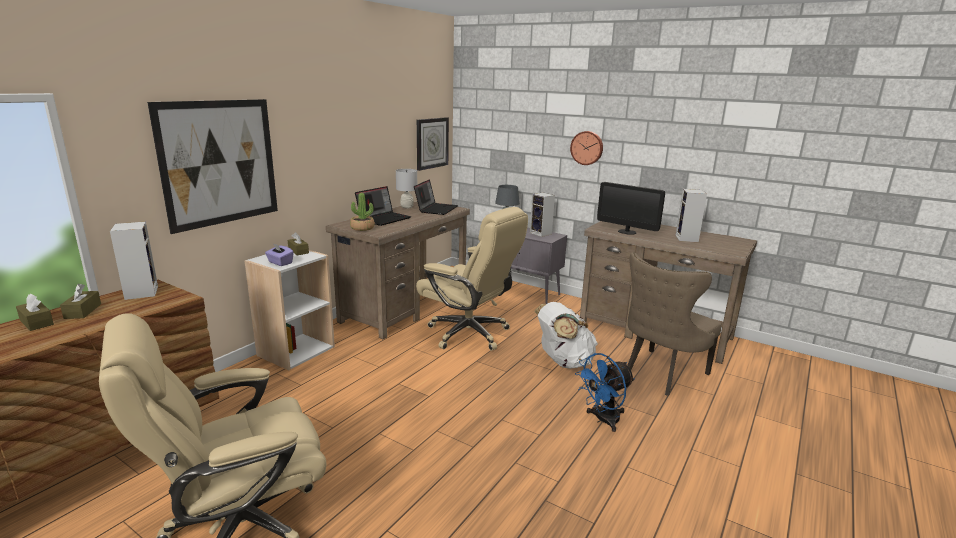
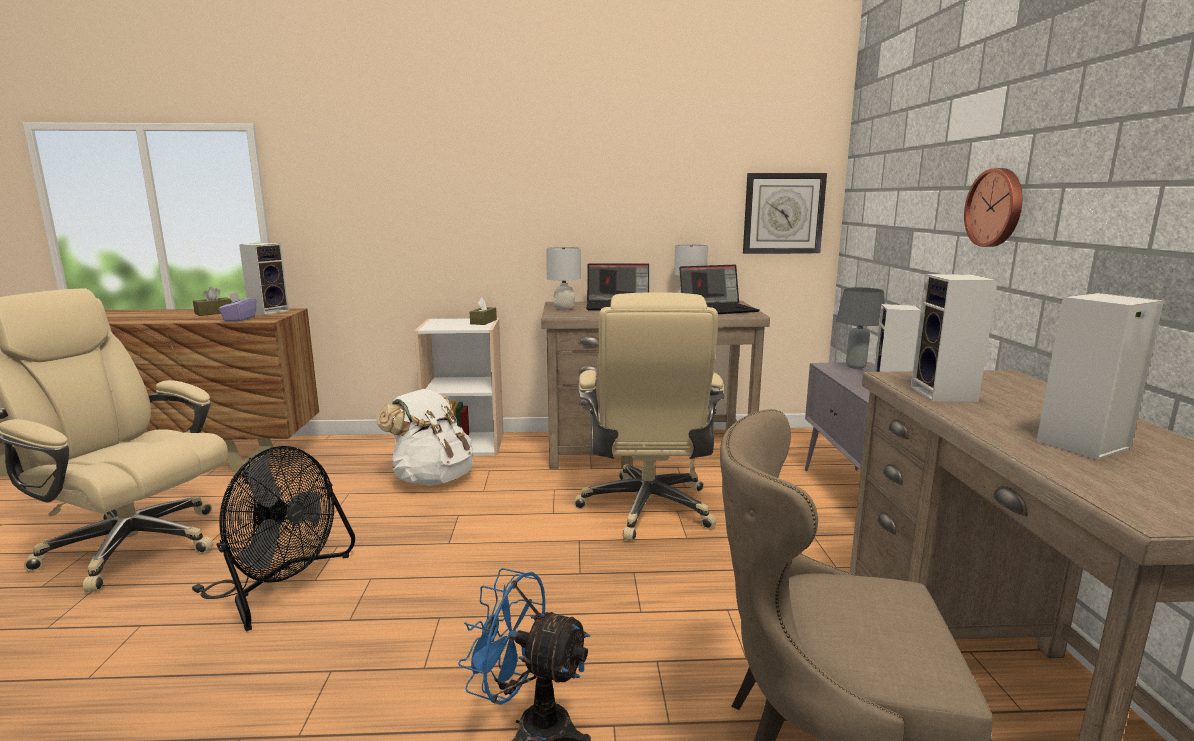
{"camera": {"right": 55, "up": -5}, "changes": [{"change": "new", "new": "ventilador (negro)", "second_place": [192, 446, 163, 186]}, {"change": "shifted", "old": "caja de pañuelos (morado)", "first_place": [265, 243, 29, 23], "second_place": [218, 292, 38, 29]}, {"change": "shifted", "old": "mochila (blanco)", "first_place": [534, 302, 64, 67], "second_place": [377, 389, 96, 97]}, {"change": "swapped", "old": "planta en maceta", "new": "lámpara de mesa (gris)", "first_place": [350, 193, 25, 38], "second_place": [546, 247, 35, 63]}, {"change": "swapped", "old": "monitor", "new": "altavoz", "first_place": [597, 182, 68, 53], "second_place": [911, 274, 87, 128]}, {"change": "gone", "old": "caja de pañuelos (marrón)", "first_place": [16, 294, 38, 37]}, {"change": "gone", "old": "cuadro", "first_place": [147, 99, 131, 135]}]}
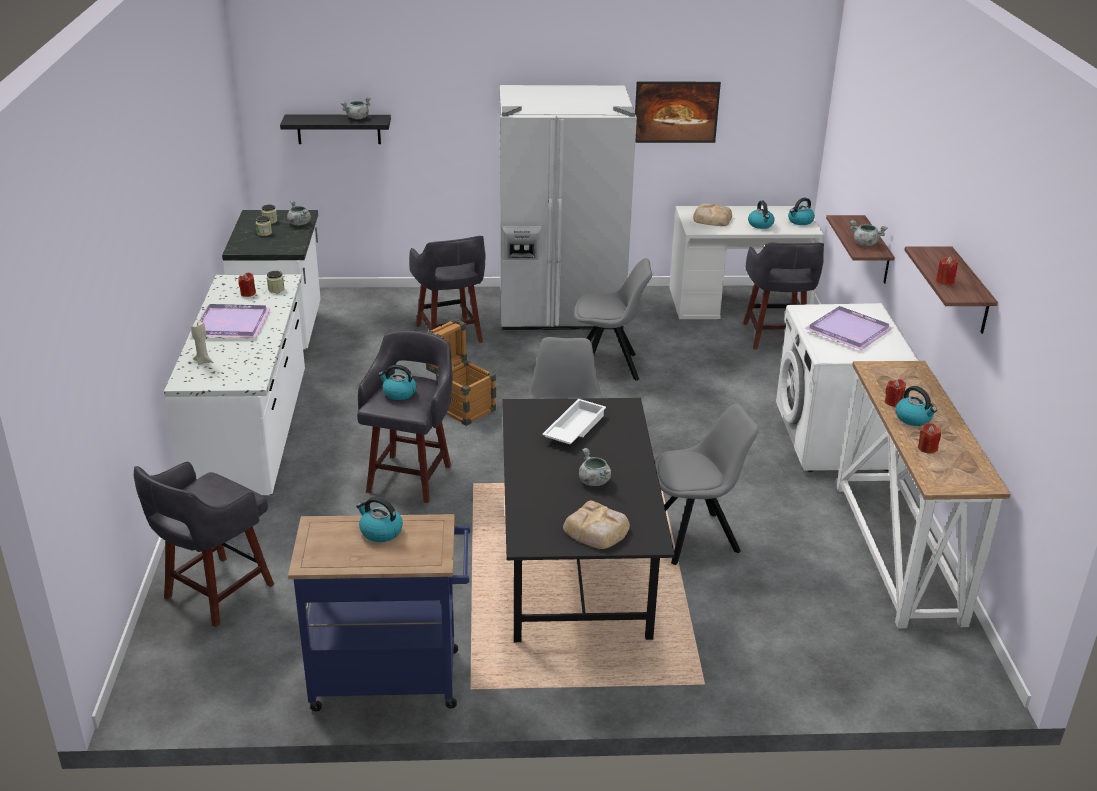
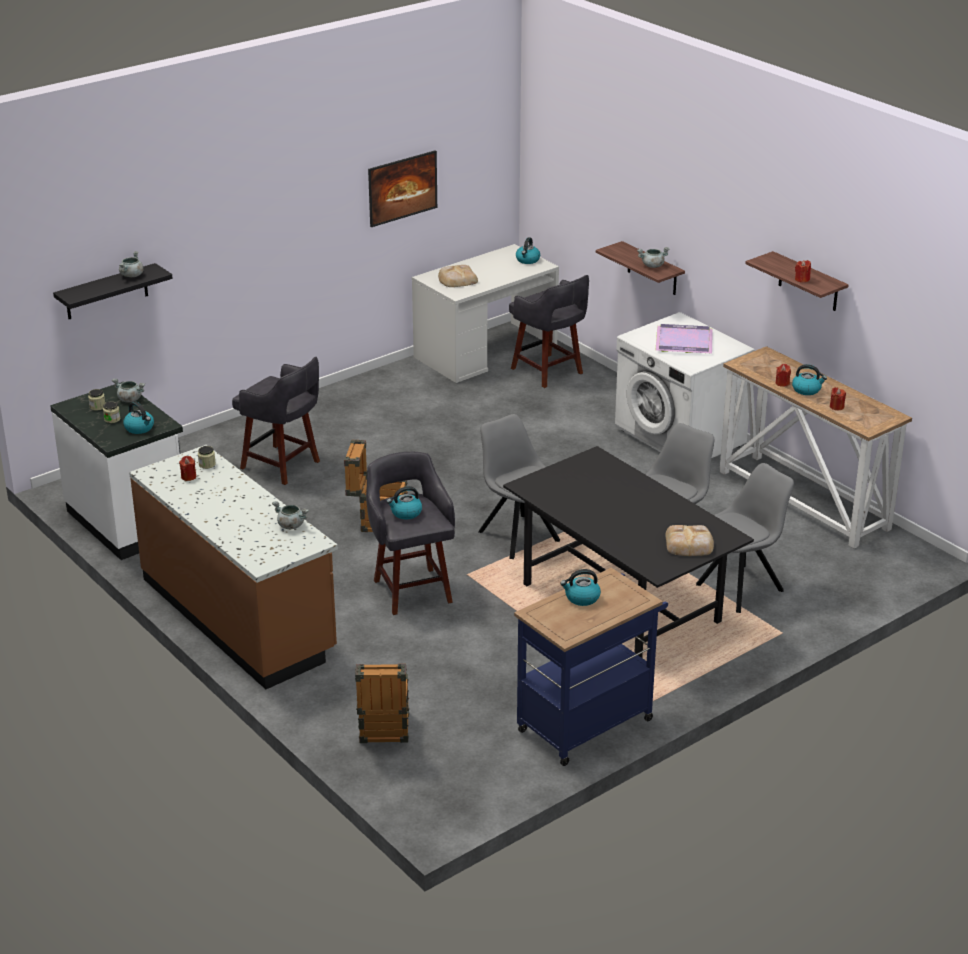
{"camera": {"right": -35, "up": 0}, "changes": [{"change": "shifted", "old": "hervidor", "first_place": [748, 201, 27, 28], "second_place": [123, 402, 31, 32]}, {"change": "repainted", "old": "mueble bajo de cocina (blanco)", "new": "mueble bajo de cocina (marrón)", "first_place": [164, 275, 141, 221], "second_place": [129, 445, 209, 244]}, {"change": "shifted", "old": "olla (gris)", "first_place": [579, 448, 33, 38], "second_place": [272, 501, 37, 28]}, {"change": "swapped", "old": "taburete (gris)", "new": "caja de embalaje", "first_place": [134, 462, 140, 165], "second_place": [355, 664, 54, 79]}, {"change": "shifted", "old": "silla (gris)", "first_place": [574, 258, 78, 123], "second_place": [696, 463, 98, 150]}, {"change": "gone", "old": "bandeja (morado)", "first_place": [190, 304, 81, 35]}, {"change": "gone", "old": "vela (beis)", "first_place": [191, 321, 21, 44]}, {"change": "gone", "old": "nevera (blanco)", "first_place": [499, 85, 138, 246]}, {"change": "gone", "old": "bandeja (blanco)", "first_place": [542, 399, 64, 45]}]}
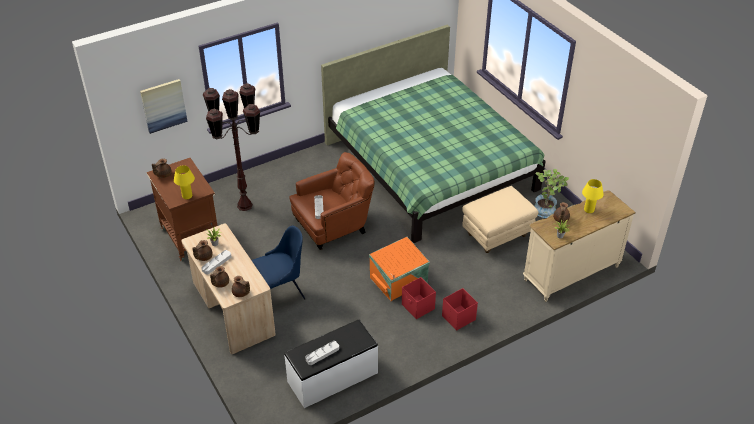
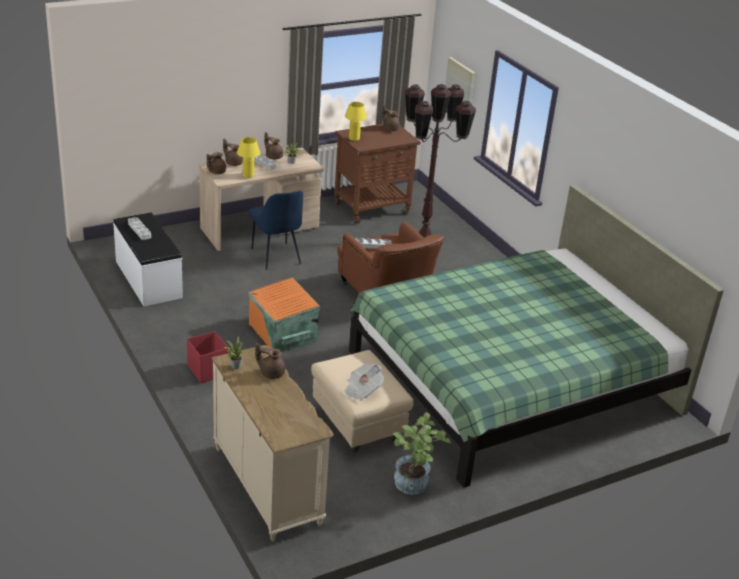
{"camera": {"right": 90, "up": -10}, "changes": [{"change": "shifted", "old": "lámpara de mesa (amarillo)", "first_place": [582, 179, 22, 34], "second_place": [237, 137, 23, 41]}, {"change": "new", "new": "periódico", "second_place": [342, 363, 42, 38]}, {"change": "gone", "old": "caja de almacenaje (rojo)", "first_place": [402, 277, 34, 42]}]}
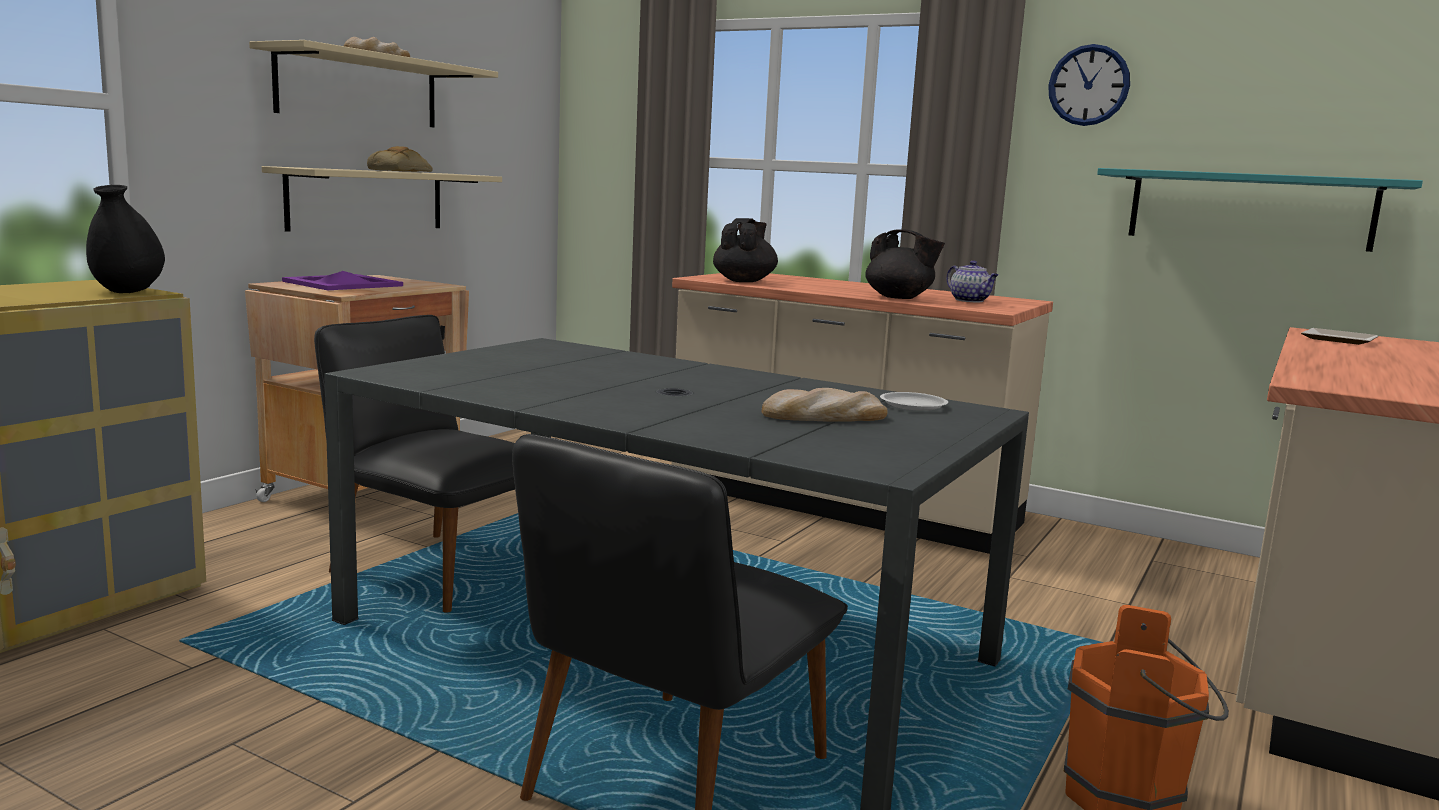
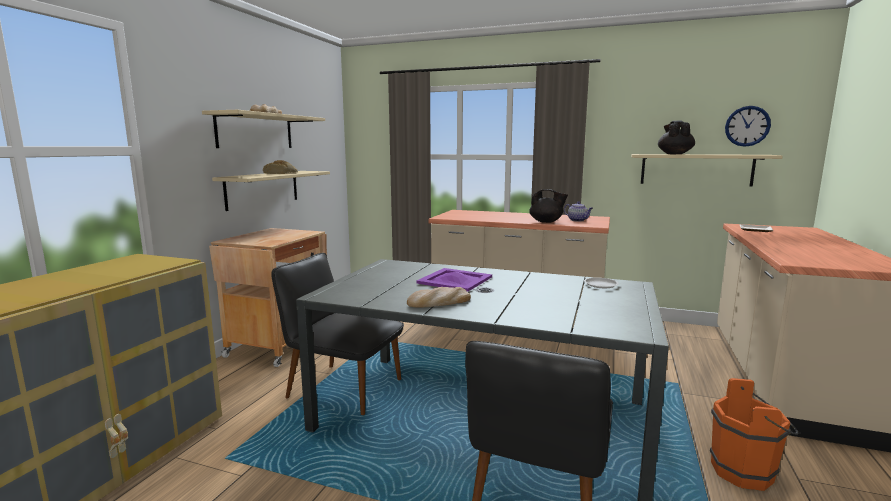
{"camera": {"right": -10, "up": 0}, "changes": [{"change": "shifted", "old": "pan", "first_place": [762, 388, 126, 34], "second_place": [407, 287, 64, 21]}, {"change": "shifted", "old": "bandeja (morado)", "first_place": [282, 271, 121, 19], "second_place": [416, 268, 76, 24]}, {"change": "repainted", "old": "estante (turquesa)", "new": "estante (beis)", "first_place": [1097, 168, 326, 84], "second_place": [631, 154, 152, 32]}, {"change": "shifted", "old": "tetera (negro)", "first_place": [713, 218, 65, 64], "second_place": [658, 121, 37, 33]}, {"change": "shifted", "old": "reloj de pared", "first_place": [1048, 44, 82, 82], "second_place": [725, 106, 46, 41]}, {"change": "gone", "old": "florero (negro)", "first_place": [86, 185, 79, 108]}]}
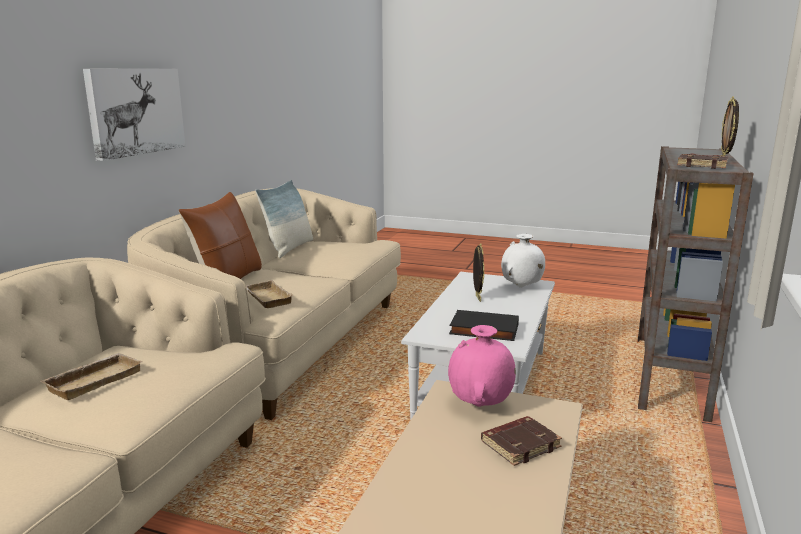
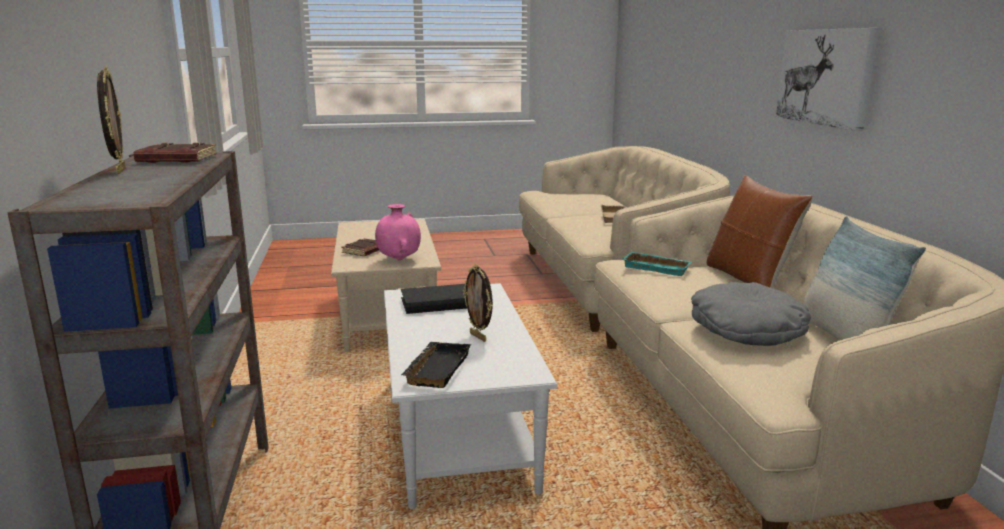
{"camera": {"right": 150, "up": 0}, "changes": [{"change": "swapped", "old": "florero (blanco)", "new": "bandeja (negro)", "first_place": [501, 234, 44, 54], "second_place": [402, 342, 69, 46]}, {"change": "repainted", "old": "bandeja (beis)", "new": "bandeja (turquesa)", "first_place": [246, 280, 47, 28], "second_place": [622, 252, 70, 24]}, {"change": "new", "new": "cojín (gris)", "second_place": [691, 282, 120, 64]}]}
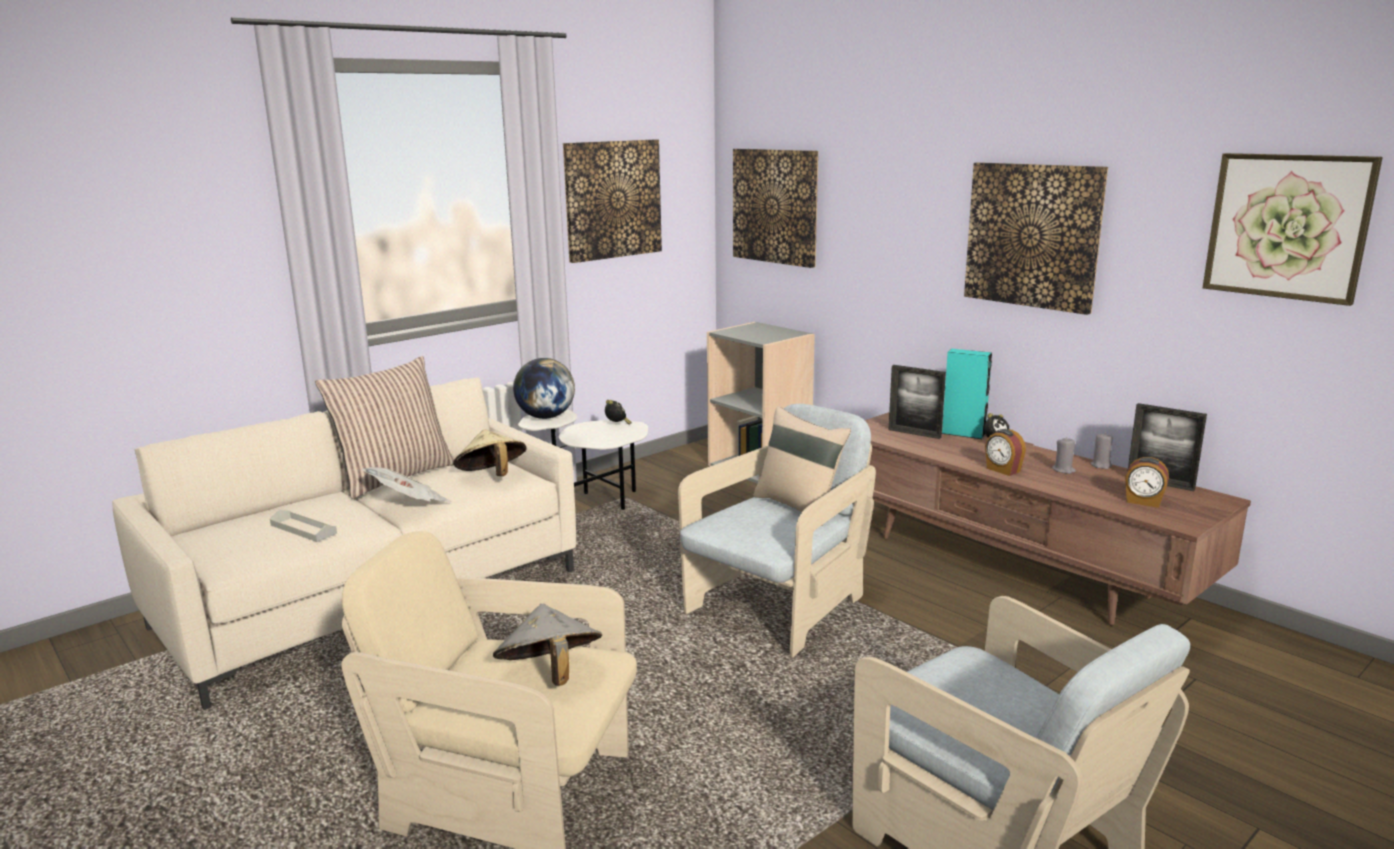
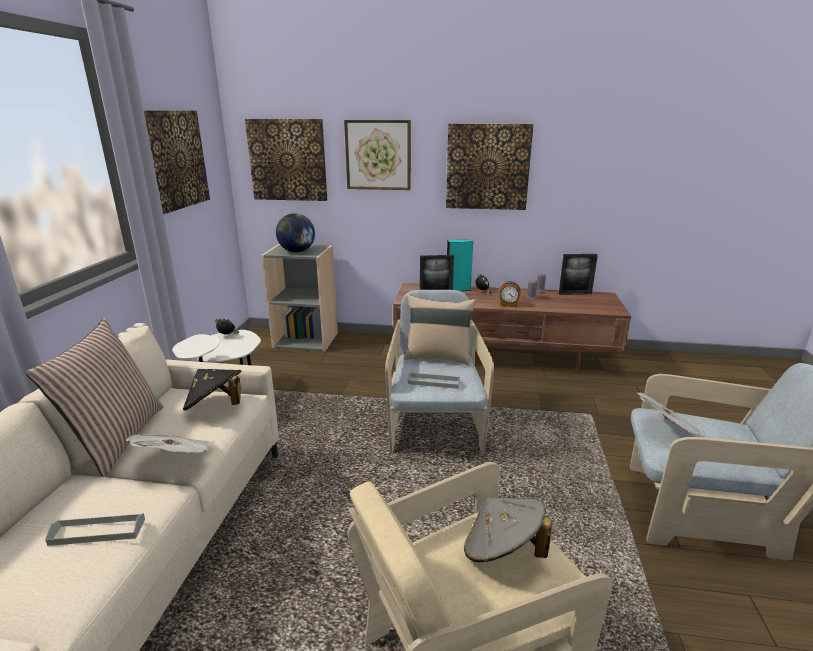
{"camera": {"right": -40, "up": 5}, "changes": [{"change": "repainted", "old": "sombrero (beis)", "new": "sombrero (negro)", "first_place": [453, 429, 74, 47], "second_place": [183, 369, 58, 42]}, {"change": "shifted", "old": "globo terráqueo", "first_place": [513, 358, 62, 61], "second_place": [276, 213, 39, 39]}, {"change": "shifted", "old": "cuadro", "first_place": [1203, 153, 180, 153], "second_place": [344, 120, 67, 70]}, {"change": "new", "new": "bandeja (gris)", "second_place": [408, 372, 52, 17]}, {"change": "new", "new": "periódico", "second_place": [637, 392, 69, 43]}, {"change": "gone", "old": "despertador", "first_place": [1125, 457, 44, 51]}]}
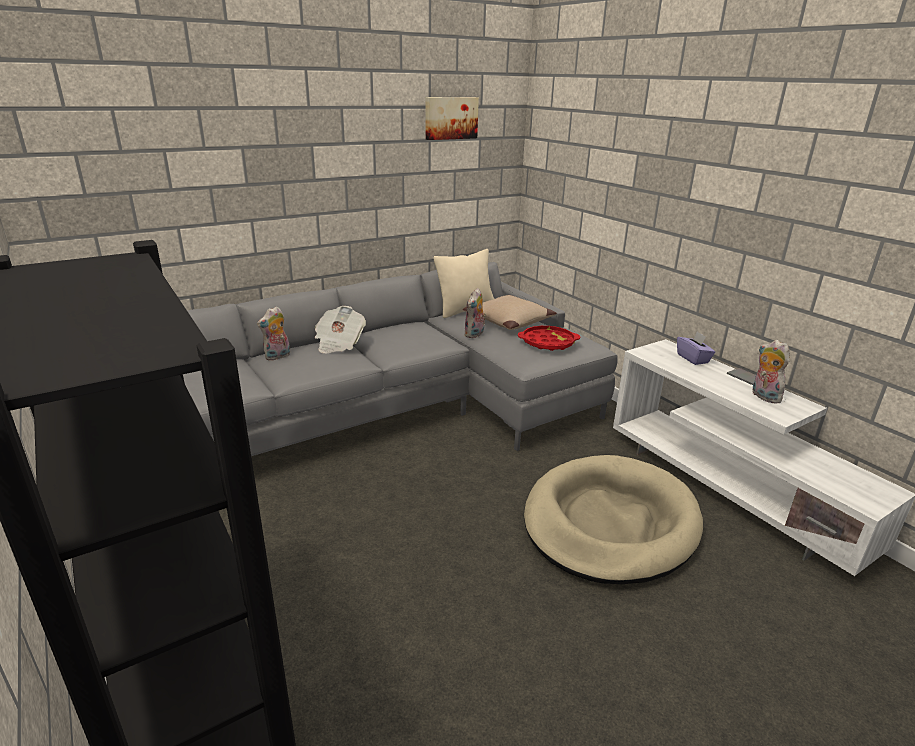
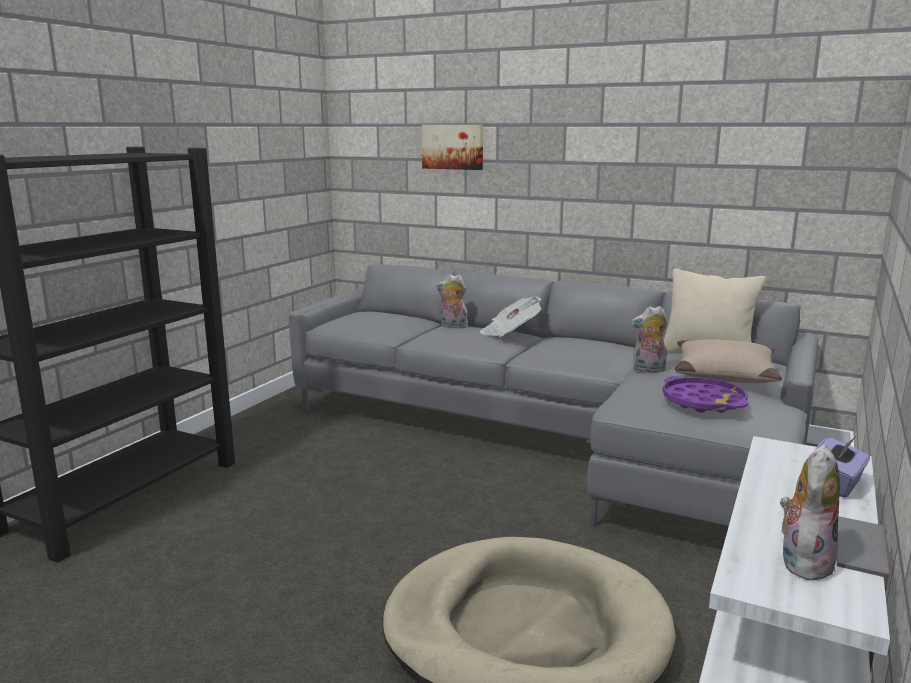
{"camera": {"right": 60, "up": -10}, "changes": [{"change": "shifted", "old": "cuadro", "first_place": [426, 97, 53, 43], "second_place": [422, 125, 61, 45]}, {"change": "repainted", "old": "bandeja (rojo)", "new": "bandeja (morado)", "first_place": [518, 326, 62, 25], "second_place": [663, 376, 85, 37]}]}
